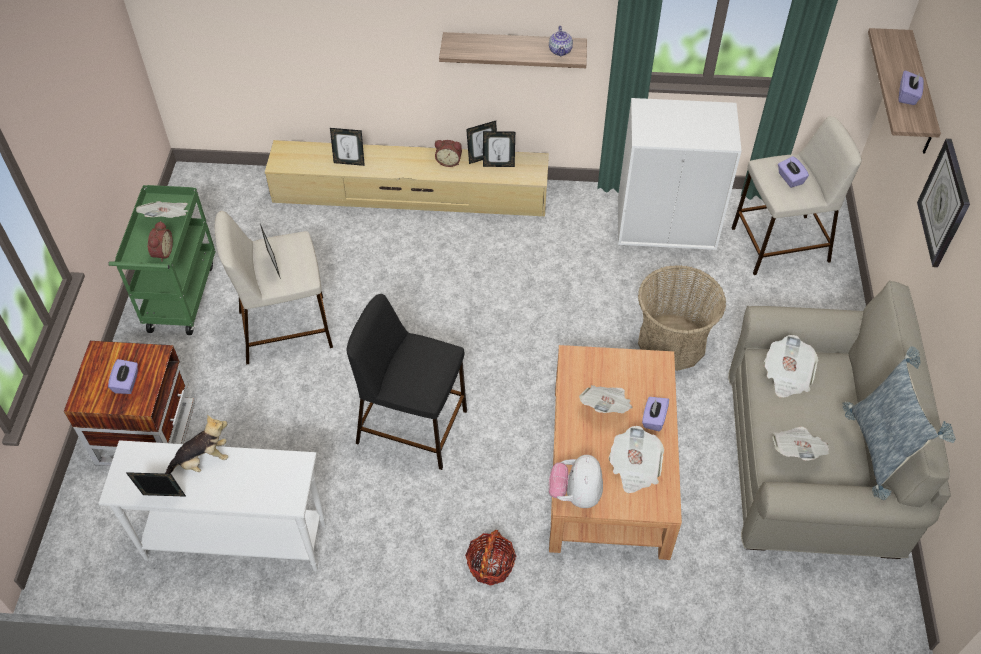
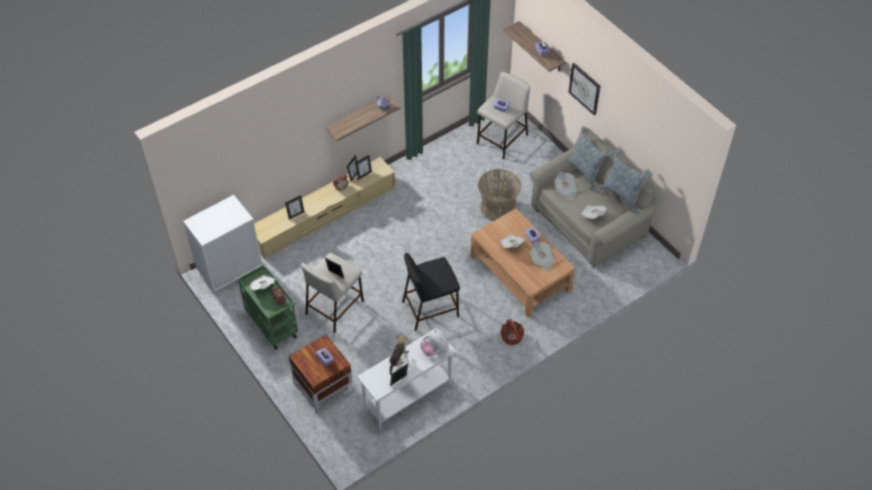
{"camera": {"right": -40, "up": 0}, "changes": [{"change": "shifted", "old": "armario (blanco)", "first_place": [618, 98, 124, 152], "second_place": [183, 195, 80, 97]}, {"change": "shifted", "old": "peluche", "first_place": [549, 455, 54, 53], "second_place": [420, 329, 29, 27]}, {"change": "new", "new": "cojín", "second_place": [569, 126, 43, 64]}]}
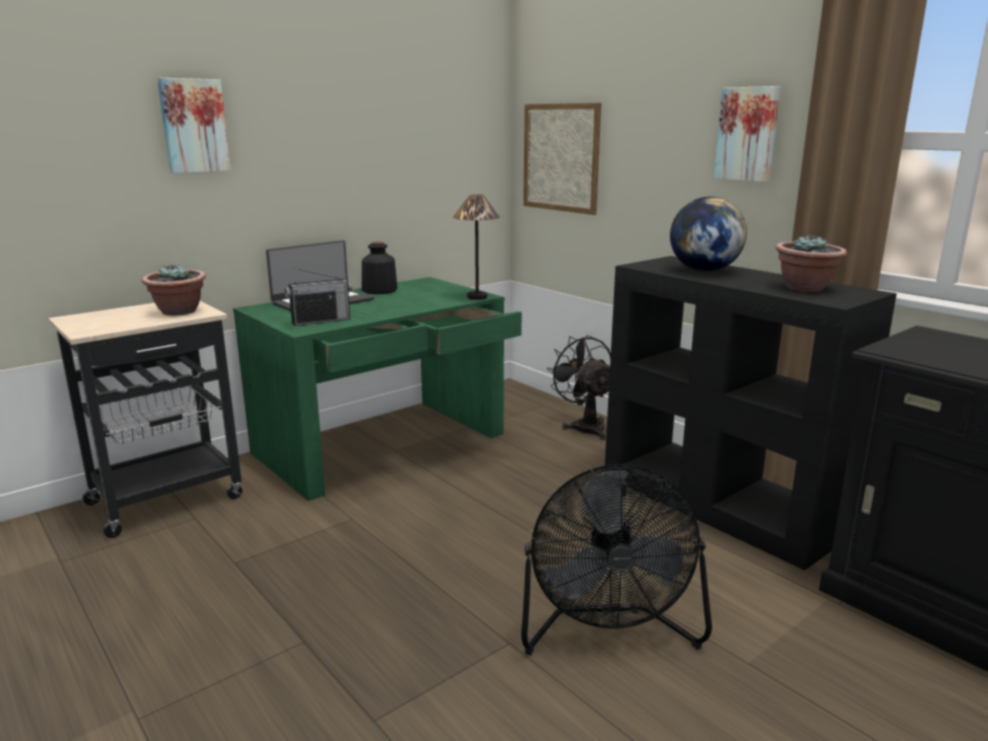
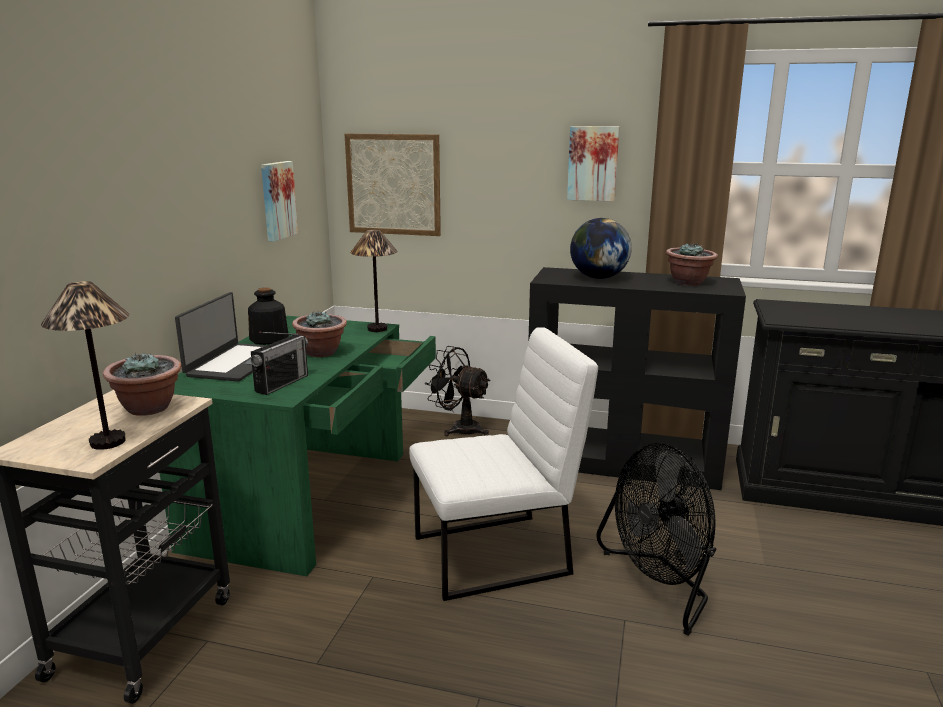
{"camera": {"right": -35, "up": 0}, "changes": [{"change": "new", "new": "lámpara de mesa", "second_place": [41, 281, 88, 169]}, {"change": "shifted", "old": "cuadro", "first_place": [157, 78, 74, 95], "second_place": [261, 161, 37, 81]}, {"change": "new", "new": "planta en maceta", "second_place": [292, 310, 55, 47]}, {"change": "new", "new": "silla (blanco)", "second_place": [409, 328, 189, 273]}, {"change": "rotated", "old": "ventilador (negro)", "first_place": [521, 464, 191, 191], "second_place": [597, 443, 120, 193], "degrees": 105}]}
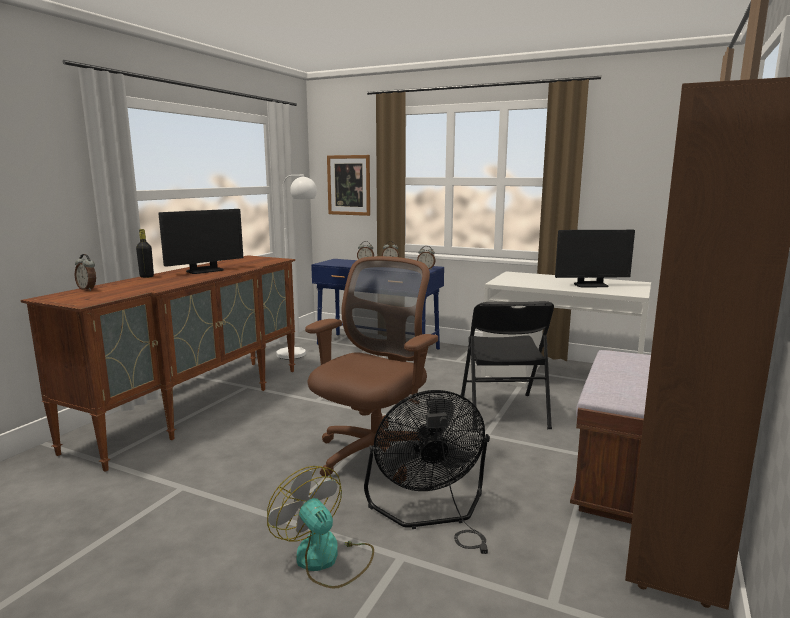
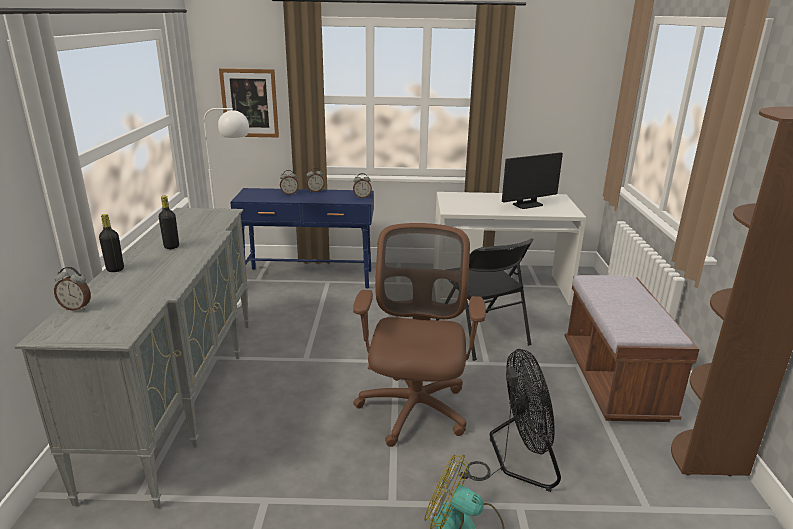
{"camera": {"right": -25, "up": 10}, "changes": [{"change": "repainted", "old": "armario (marrón)", "new": "armario (gris)", "first_place": [20, 255, 276, 217], "second_place": [14, 208, 236, 300]}, {"change": "swapped", "old": "monitor", "new": "botella (negro)", "first_place": [158, 209, 85, 65], "second_place": [159, 196, 20, 53]}, {"change": "rotated", "old": "ventilador (negro)", "first_place": [364, 390, 126, 164], "second_place": [458, 349, 103, 143], "degrees": 120}]}
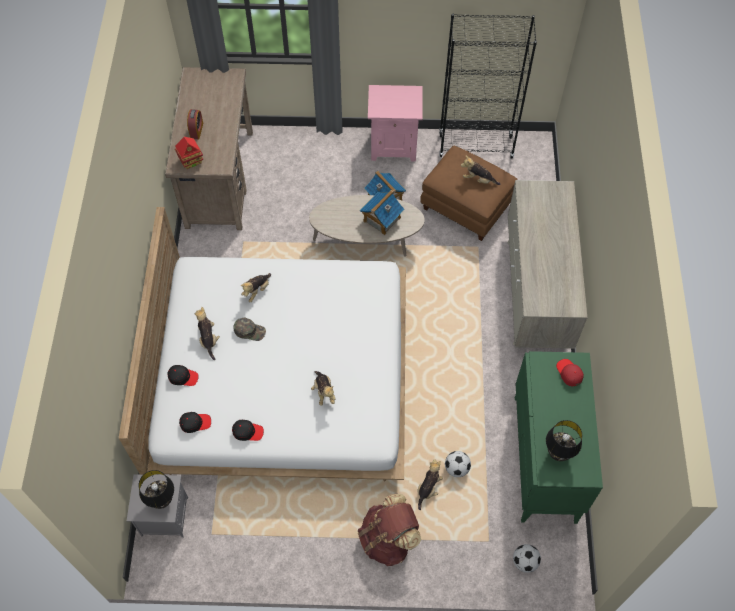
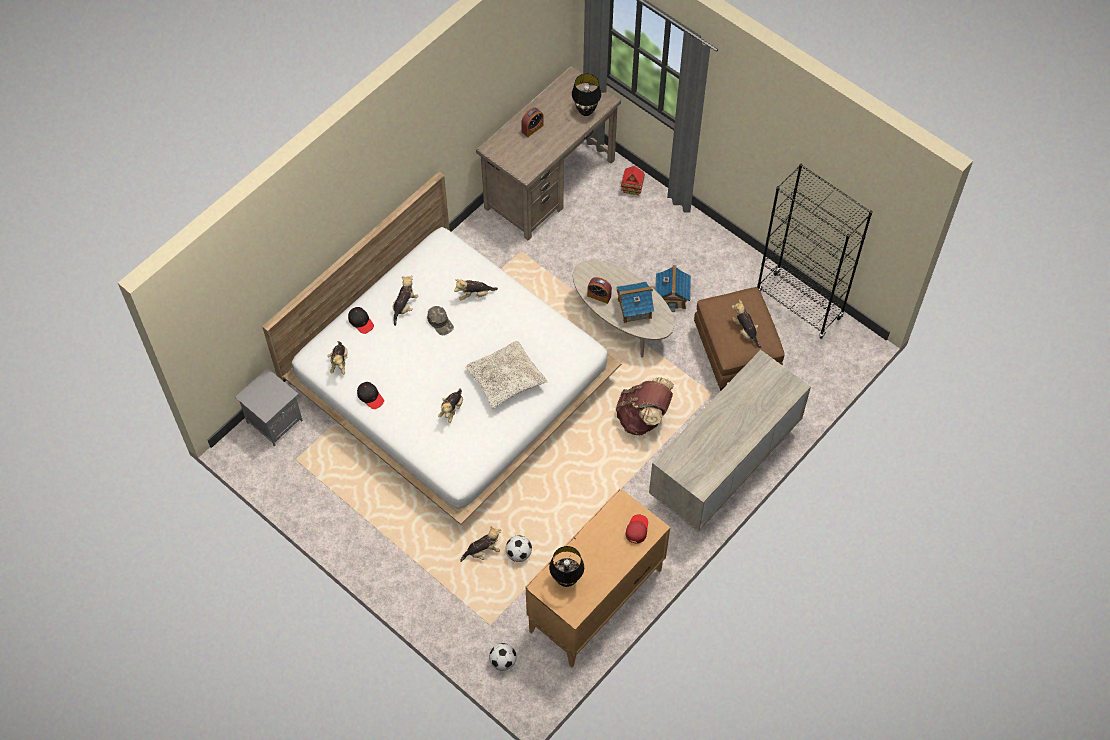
{"camera": {"right": 40, "up": 0}, "changes": [{"change": "swapped", "old": "gorra (negro)", "new": "peluche", "first_place": [179, 412, 32, 21], "second_place": [328, 341, 20, 34]}, {"change": "new", "new": "cojín (beis)", "second_place": [465, 341, 82, 68]}, {"change": "repainted", "old": "armario (verde)", "new": "armario (marrón)", "first_place": [515, 351, 88, 173], "second_place": [525, 488, 145, 180]}, {"change": "shifted", "old": "lámpara de mesa (negro)", "first_place": [139, 470, 35, 39], "second_place": [572, 74, 29, 42]}, {"change": "new", "new": "despertador", "second_place": [587, 277, 25, 27]}, {"change": "shifted", "old": "mochila (marrón)", "first_place": [358, 494, 63, 72], "second_place": [616, 377, 58, 58]}, {"change": "shifted", "old": "casita", "first_place": [175, 137, 28, 32], "second_place": [621, 166, 24, 29]}, {"change": "gone", "old": "mesita de noche (rosa)", "first_place": [368, 85, 55, 77]}]}
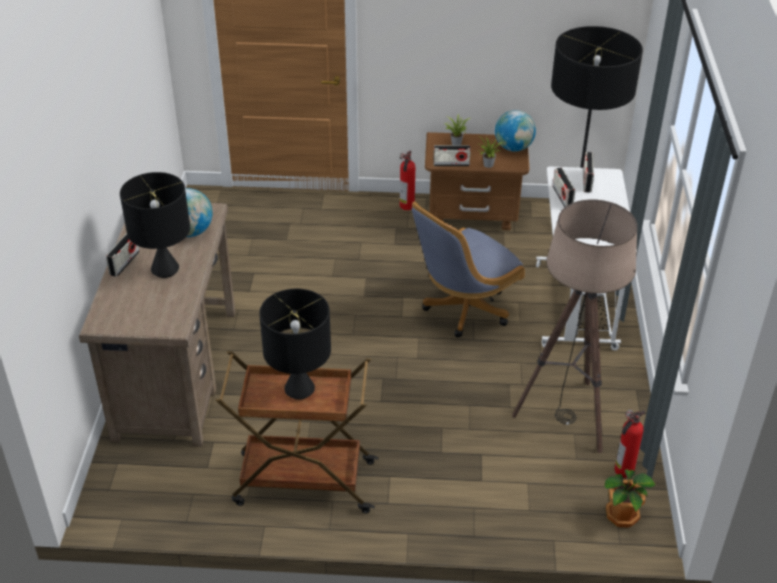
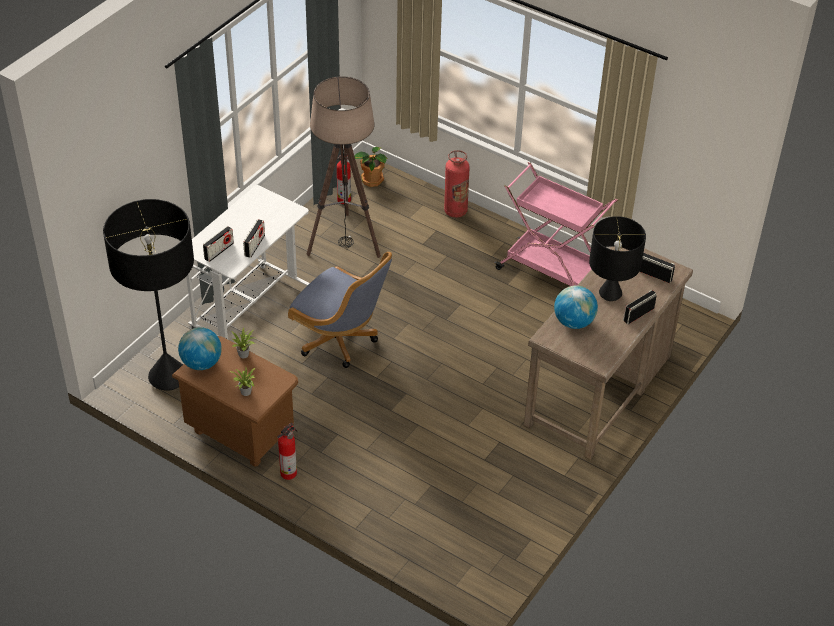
{"camera": {"right": -150, "up": 5}, "changes": [{"change": "rotated", "old": "silla de oficina (azul)", "first_place": [412, 201, 113, 136], "second_place": [288, 252, 104, 116], "degrees": 45}, {"change": "new", "new": "extintor", "second_place": [444, 150, 26, 68]}, {"change": "repainted", "old": "carrito (marrón)", "new": "carrito (rosa)", "first_place": [215, 351, 164, 162], "second_place": [494, 162, 124, 124]}, {"change": "shifted", "old": "radio", "first_place": [433, 145, 38, 21], "second_place": [639, 252, 36, 31]}, {"change": "gone", "old": "lámpara de mesa (negro)", "first_place": [259, 289, 72, 111]}]}
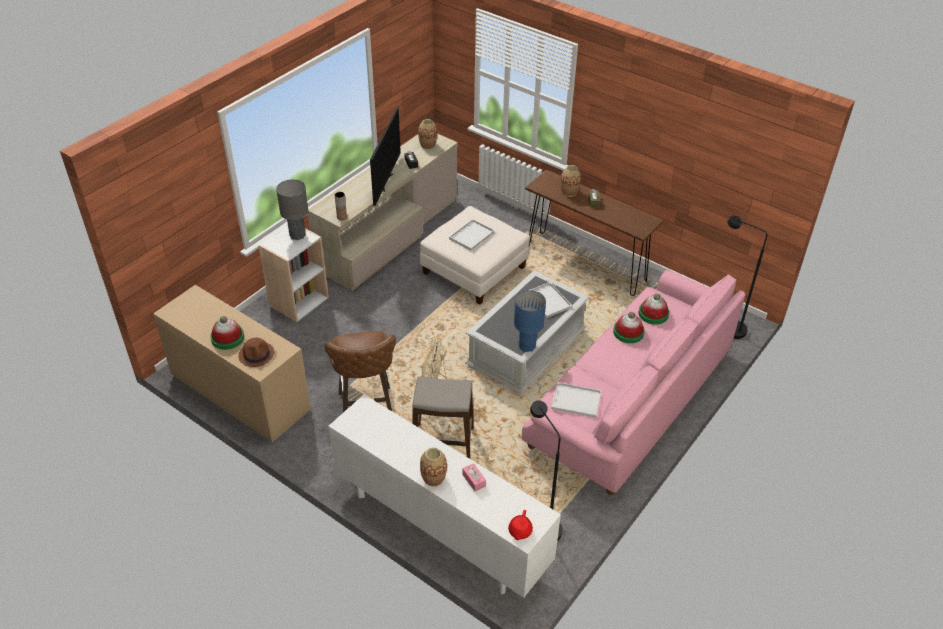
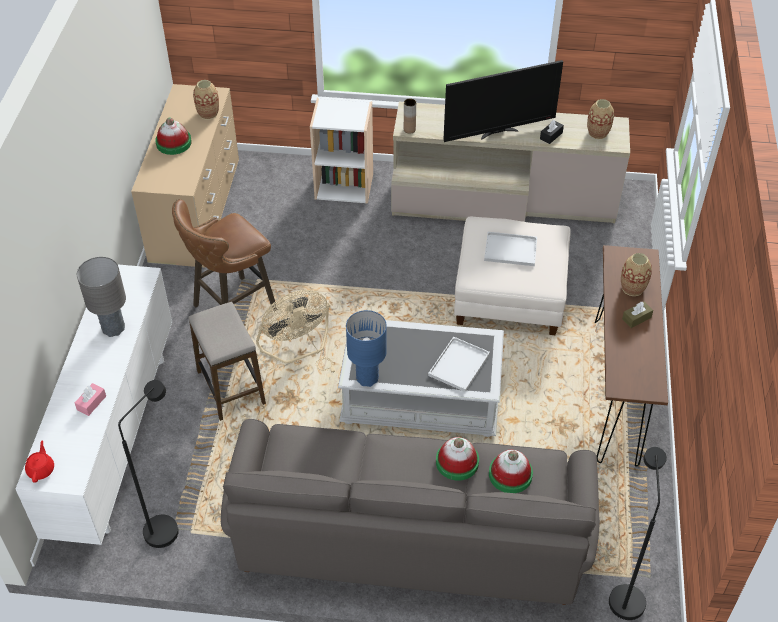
{"camera": {"right": 60, "up": 5}, "changes": [{"change": "rotated", "old": "tetera (rojo)", "first_place": [508, 510, 25, 30], "second_place": [25, 441, 29, 42], "degrees": 105}, {"change": "shifted", "old": "lámpara de mesa (gris)", "first_place": [276, 179, 32, 61], "second_place": [77, 257, 49, 80]}, {"change": "shifted", "old": "florero", "first_place": [420, 448, 27, 39], "second_place": [193, 80, 26, 40]}, {"change": "repainted", "old": "sofá (rosa)", "new": "sofá (gris)", "first_place": [522, 270, 223, 225], "second_place": [221, 419, 379, 186]}, {"change": "gone", "old": "sombrero (marrón)", "first_place": [239, 338, 35, 29]}, {"change": "gone", "old": "bandeja (blanco)", "first_place": [551, 382, 51, 36]}]}
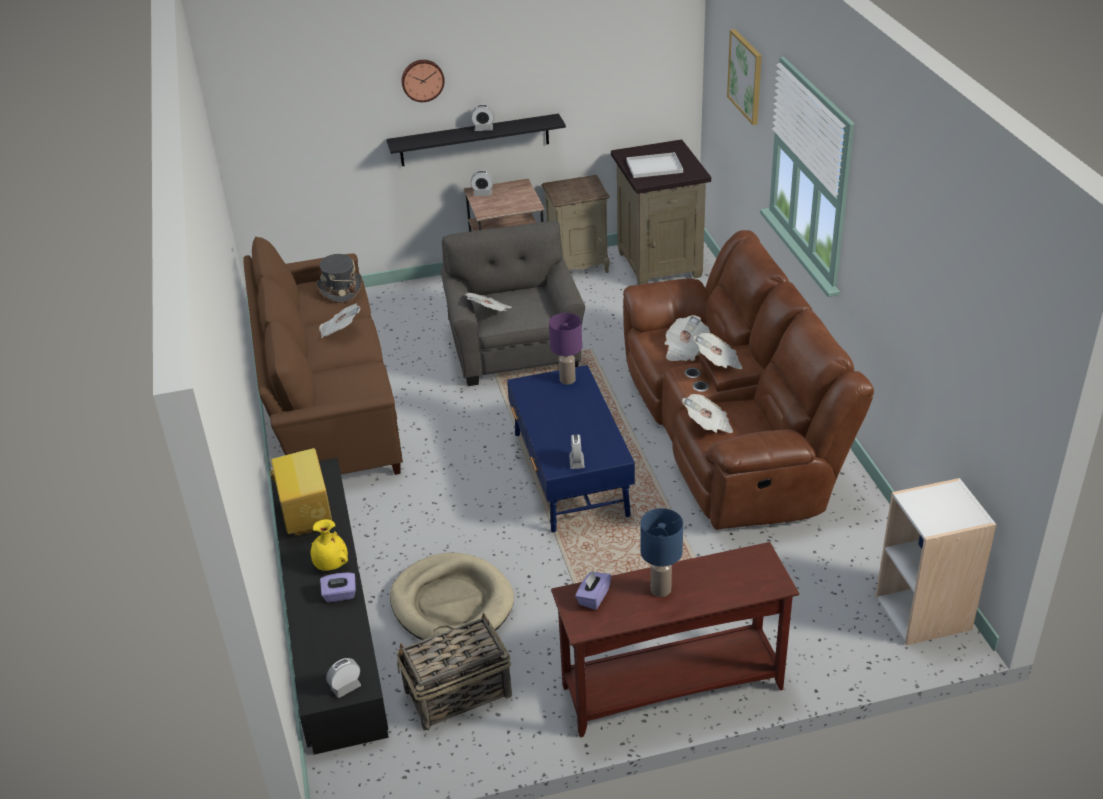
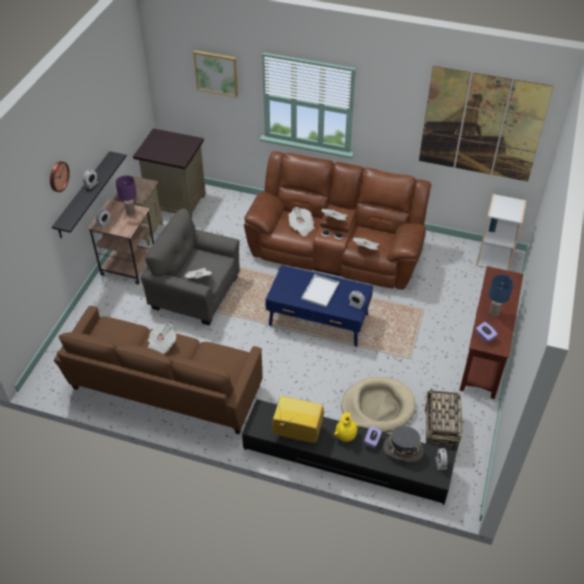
{"camera": {"right": -60, "up": 10}, "changes": [{"change": "shifted", "old": "lámpara de mesa (morado)", "first_place": [549, 313, 33, 72], "second_place": [115, 175, 22, 41]}, {"change": "shifted", "old": "bandeja (blanco)", "first_place": [626, 152, 57, 26], "second_place": [301, 274, 38, 33]}, {"change": "shifted", "old": "sombrero (gris)", "first_place": [316, 254, 46, 49], "second_place": [383, 426, 41, 36]}, {"change": "new", "new": "cuadro", "second_place": [419, 66, 135, 116]}]}
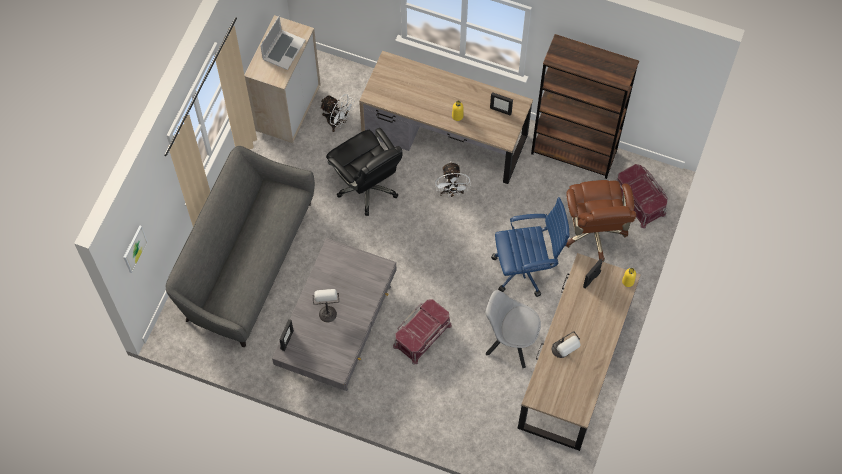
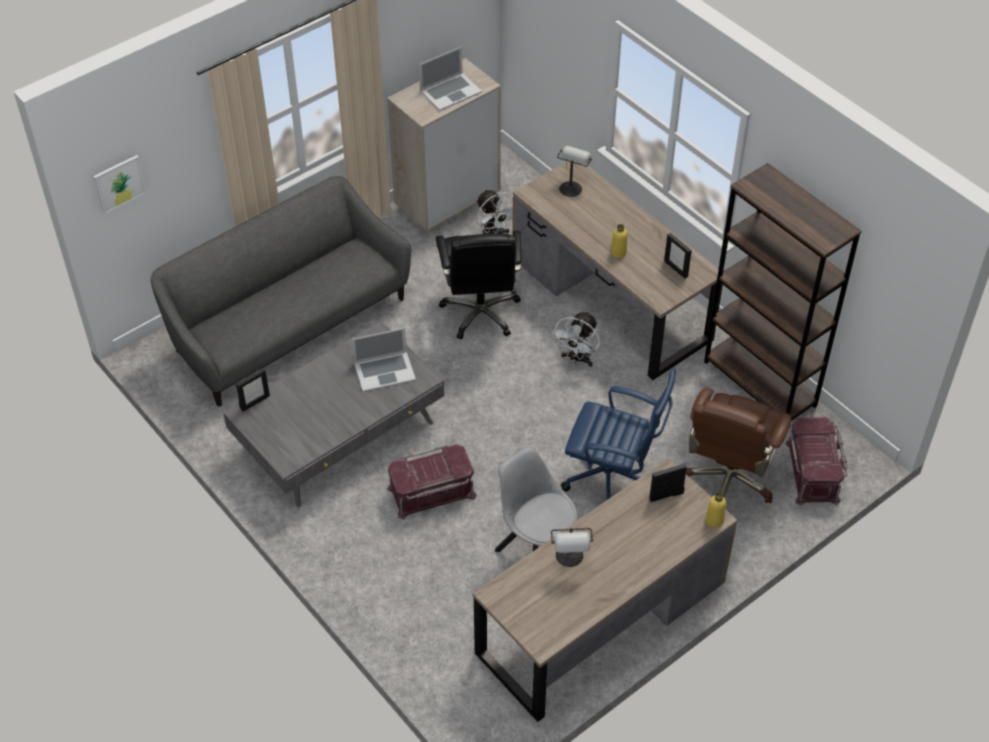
{"camera": {"right": 30, "up": -15}, "changes": [{"change": "new", "new": "portátil", "second_place": [351, 328, 65, 64]}, {"change": "shifted", "old": "lámpara de mesa", "first_place": [312, 289, 27, 34], "second_place": [557, 146, 35, 51]}]}
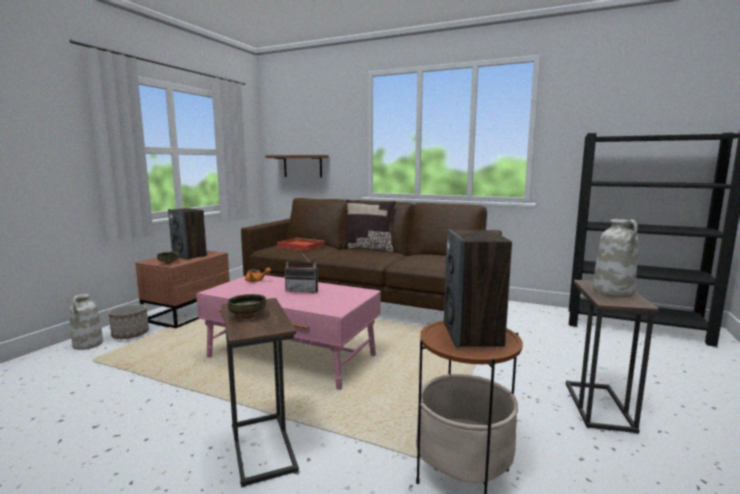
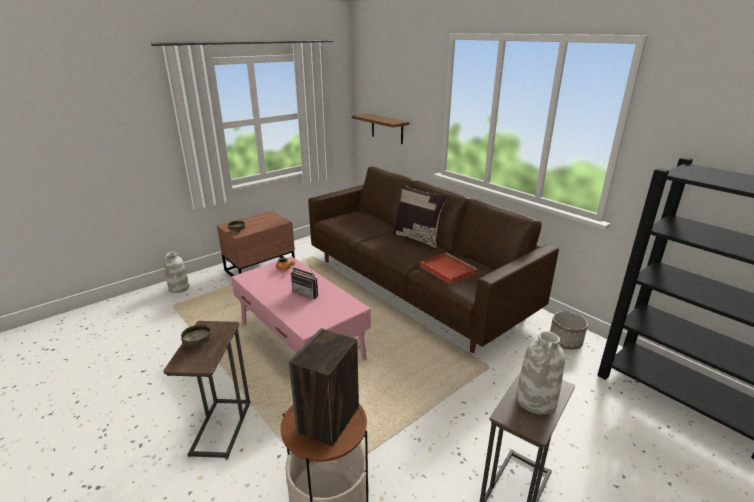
{"camera": {"right": 25, "up": 15}, "changes": [{"change": "shifted", "old": "bandeja (rojo)", "first_place": [277, 238, 48, 13], "second_place": [420, 253, 57, 31]}, {"change": "shifted", "old": "maceta", "first_place": [108, 304, 41, 35], "second_place": [550, 311, 38, 39]}, {"change": "gone", "old": "altavoz", "first_place": [168, 208, 39, 52]}]}
